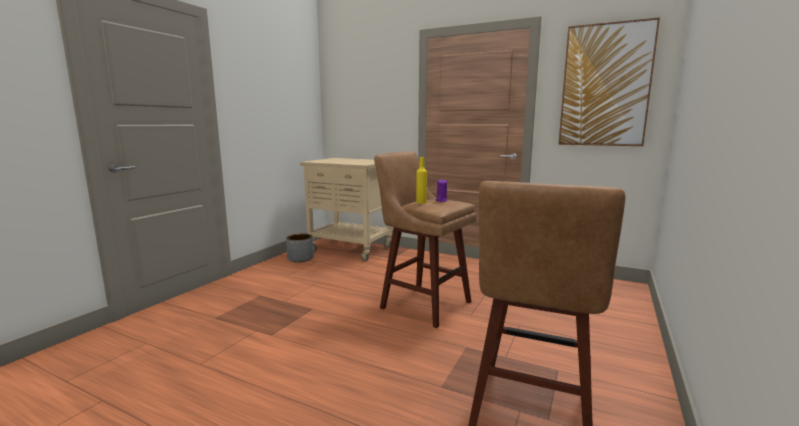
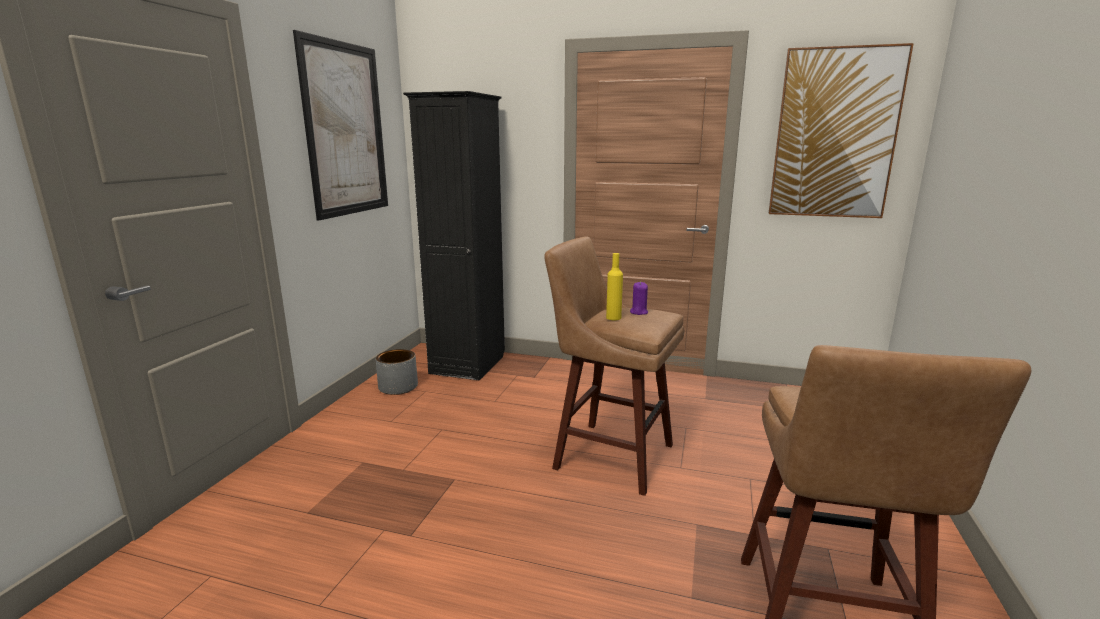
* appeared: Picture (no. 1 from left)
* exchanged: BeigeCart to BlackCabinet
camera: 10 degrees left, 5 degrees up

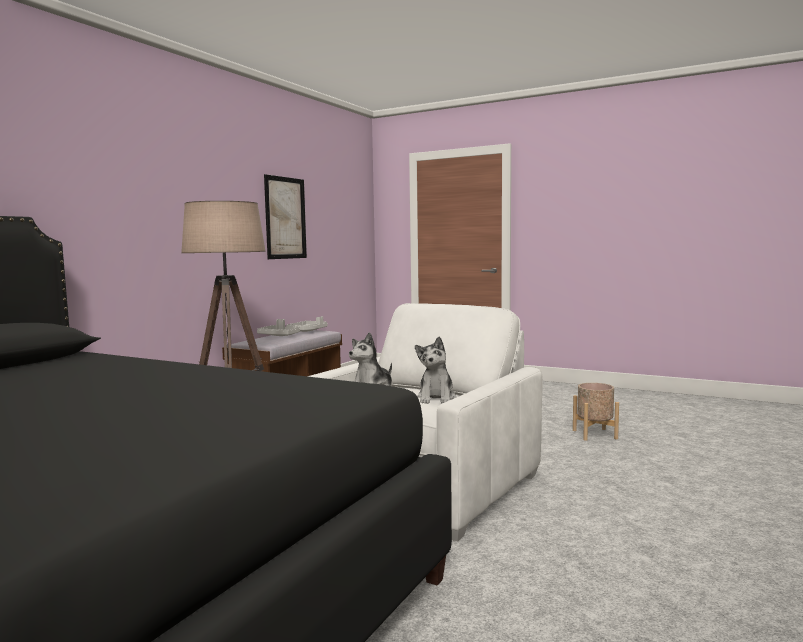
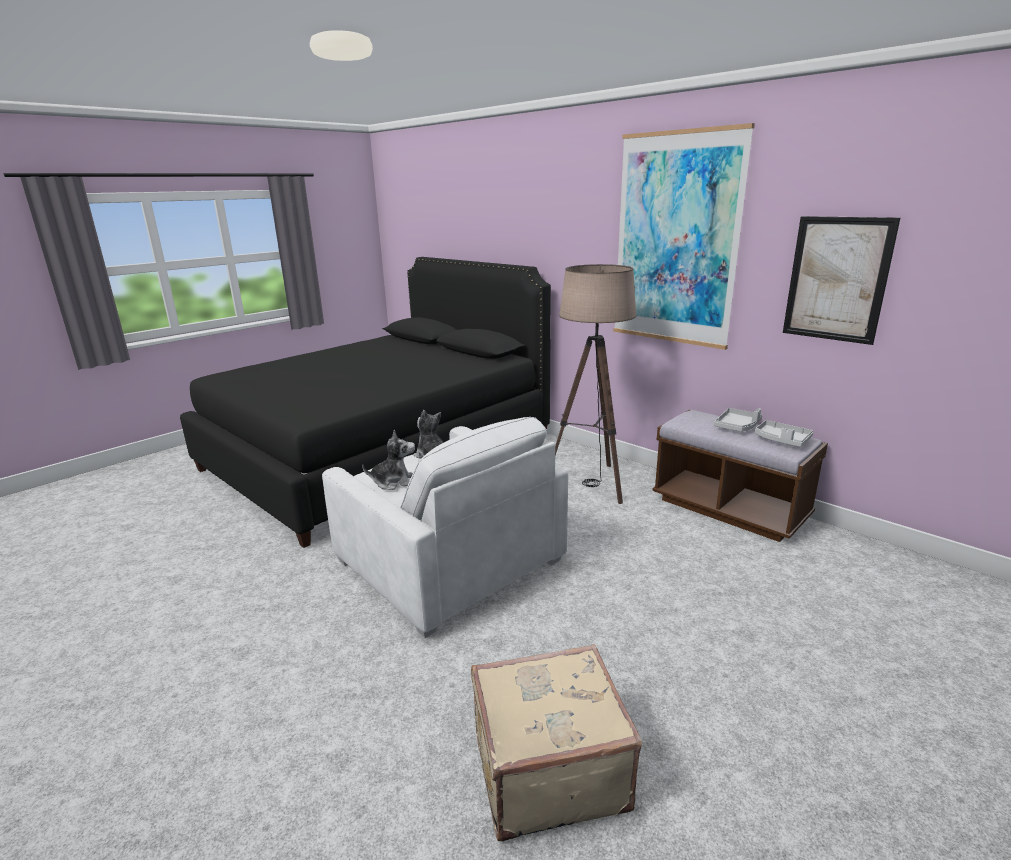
* spun: PlushToy (no. 2 from left in the first image) 150 degrees clockwise
* exchanged: BeigePlanter to BeigeSuitcase
* appeared: Picture (no. 1 from left)
camera: 105 degrees right, 15 degrees up

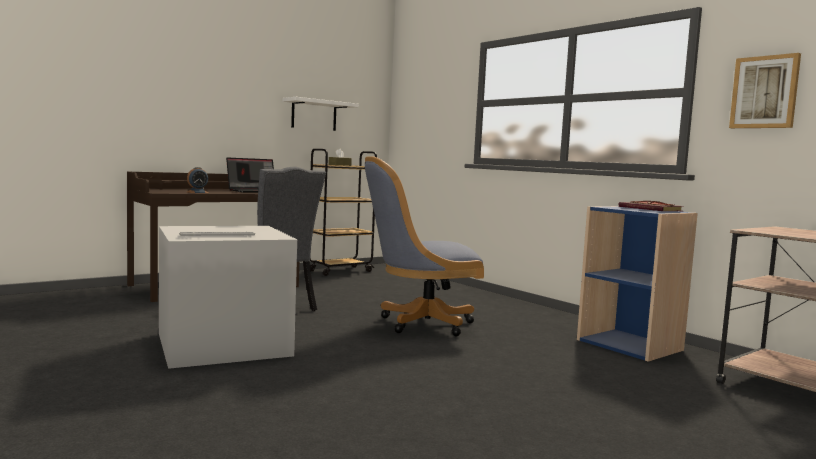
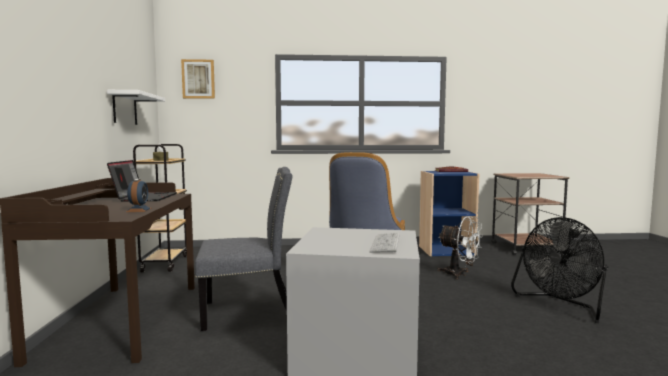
* relocated: Picture
* appeared: WhiteFan
* appeared: BlackFan
camera: 55 degrees left, 0 degrees up

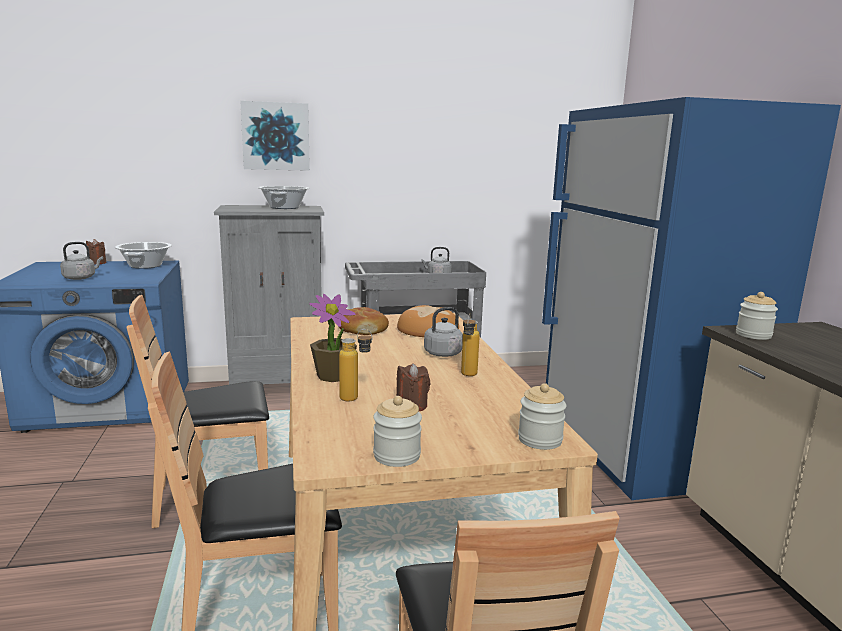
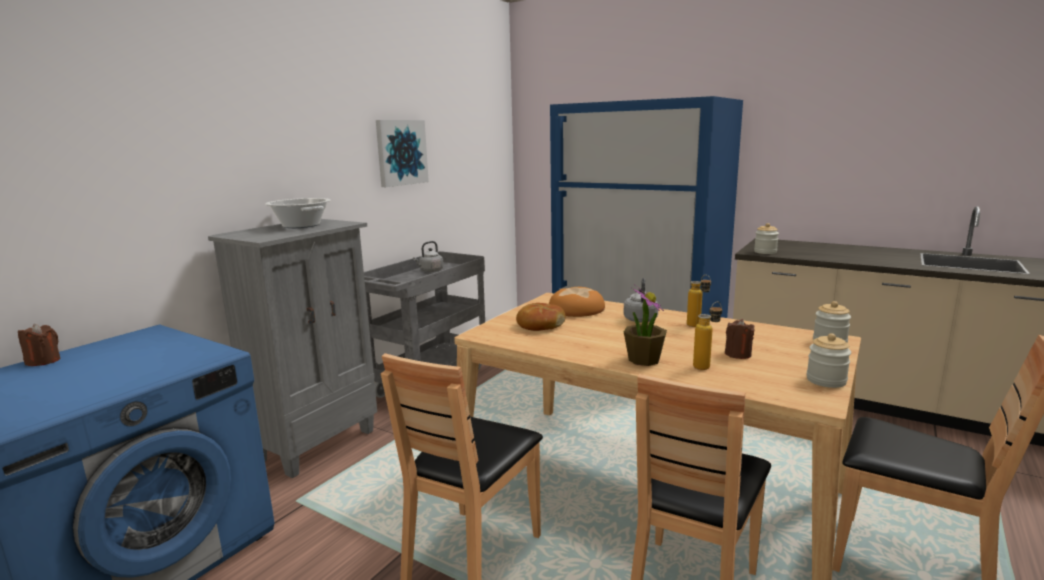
* relocated: Picture
* missing: GreyKettle (no. 1 from left)
* missing: CookingPot (no. 1 from left)
camera: 45 degrees left, 0 degrees up

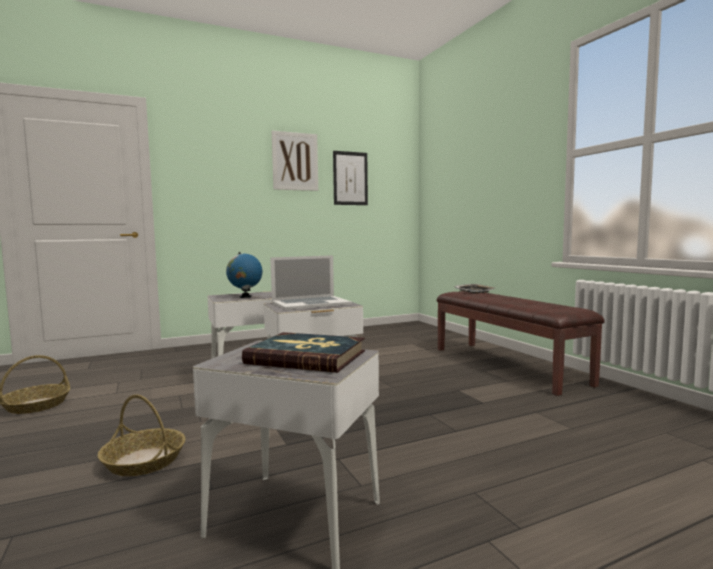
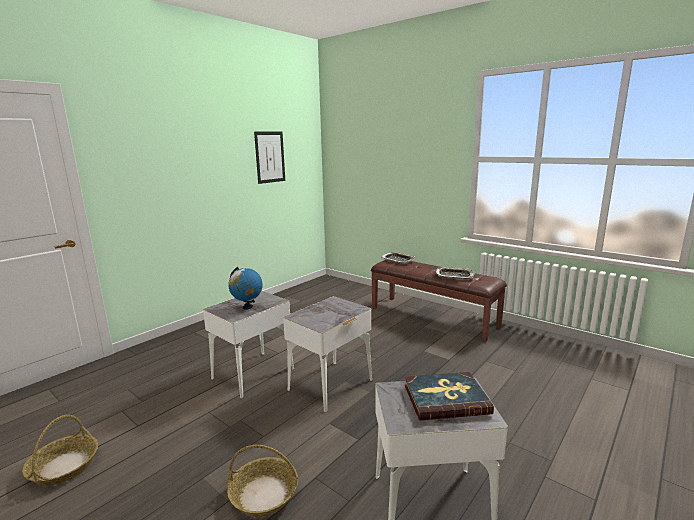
* appeared: Tray (no. 2 from left)
* missing: Laptop
* missing: Picture (no. 1 from left)
camera: 25 degrees left, 10 degrees up

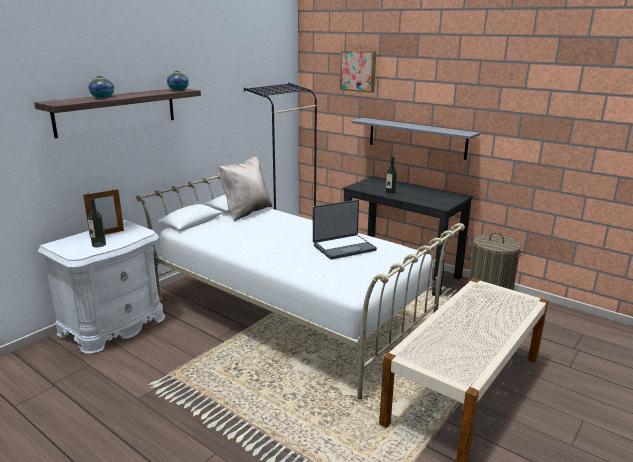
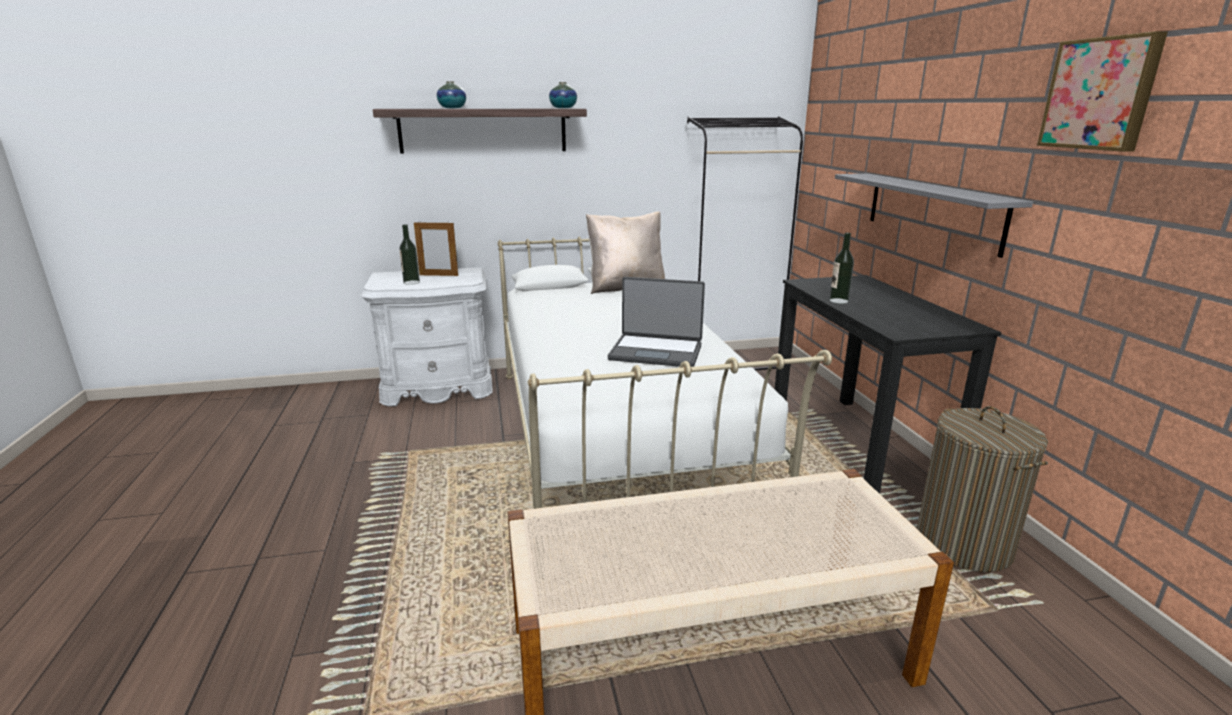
* relocated: Picture
camera: 40 degrees right, 0 degrees up

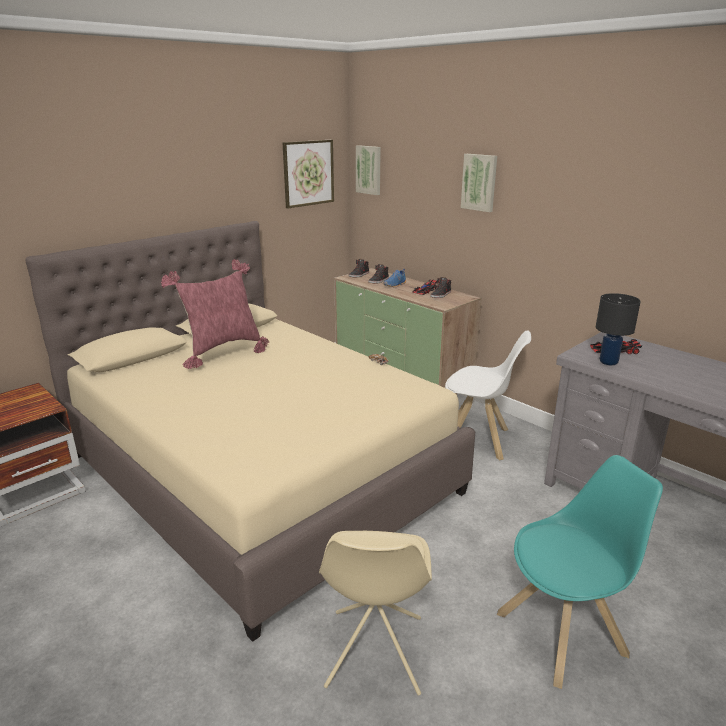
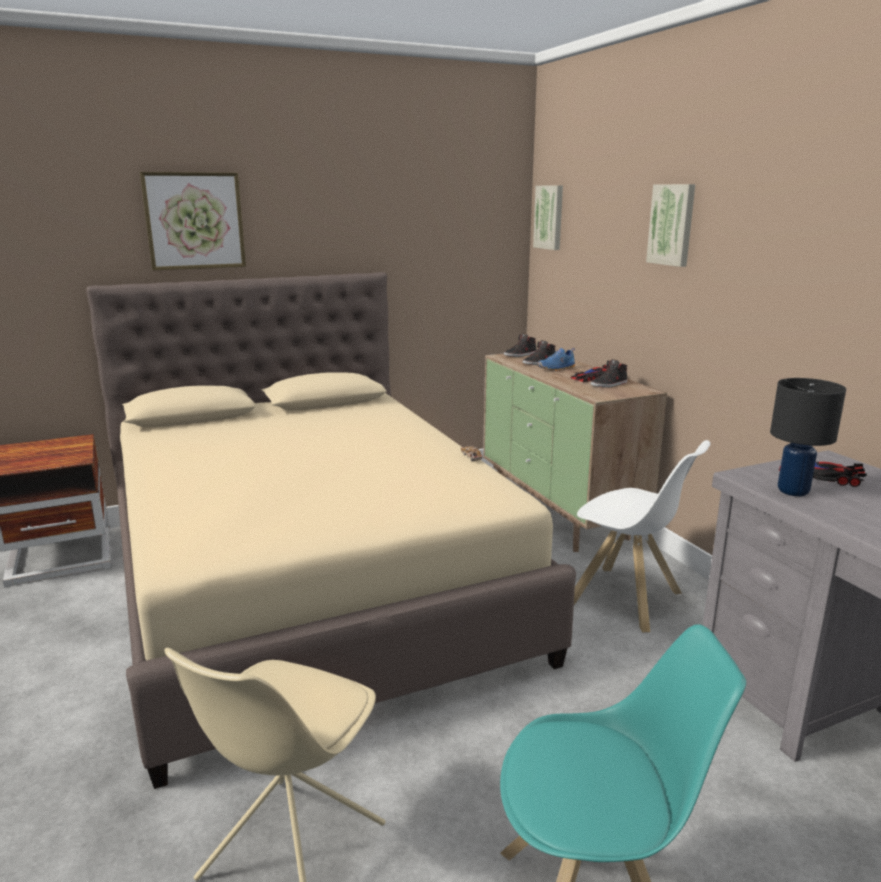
* relocated: Picture (no. 1 from left)
* missing: RedPillow
camera: 20 degrees right, 5 degrees down

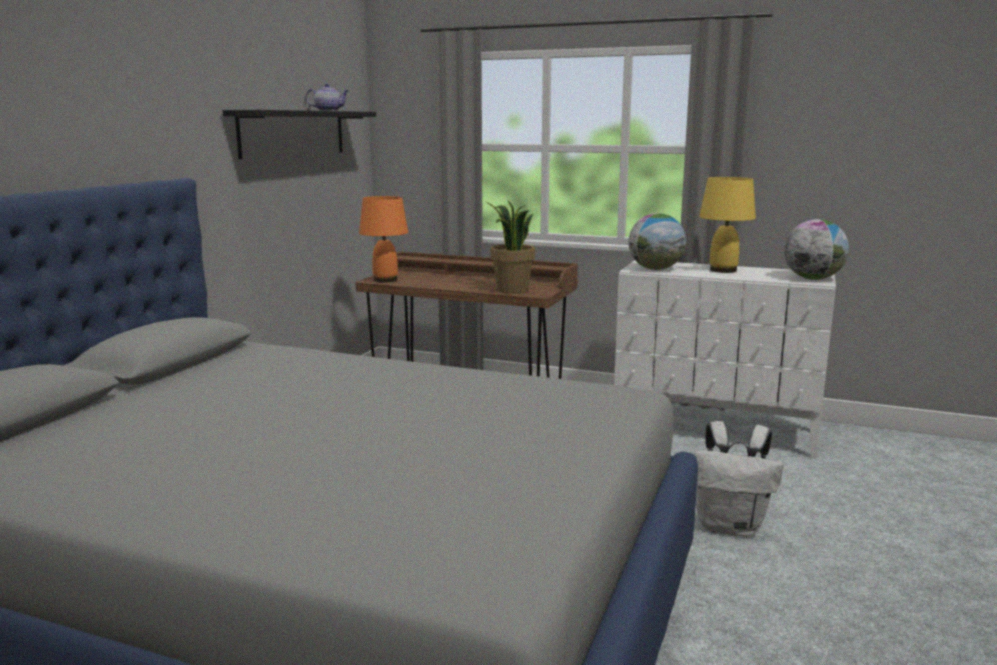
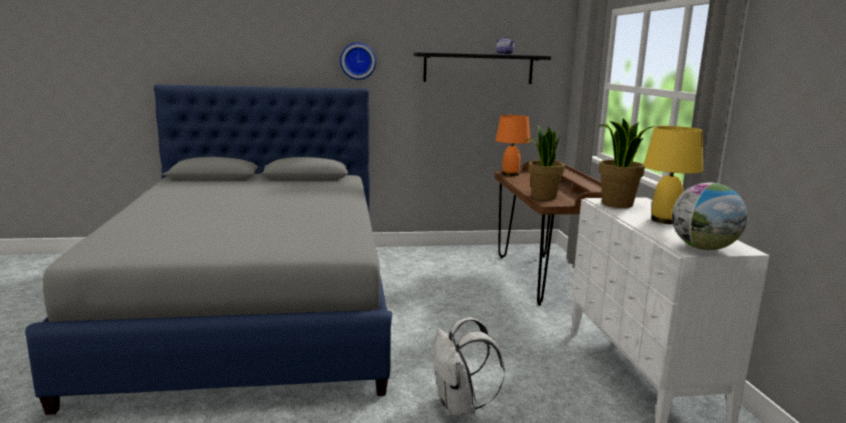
* appeared: WallClock
* exchanged: Globe (no. 1 from left) to PottedPlant (no. 2 from left)
camera: 60 degrees right, 0 degrees up

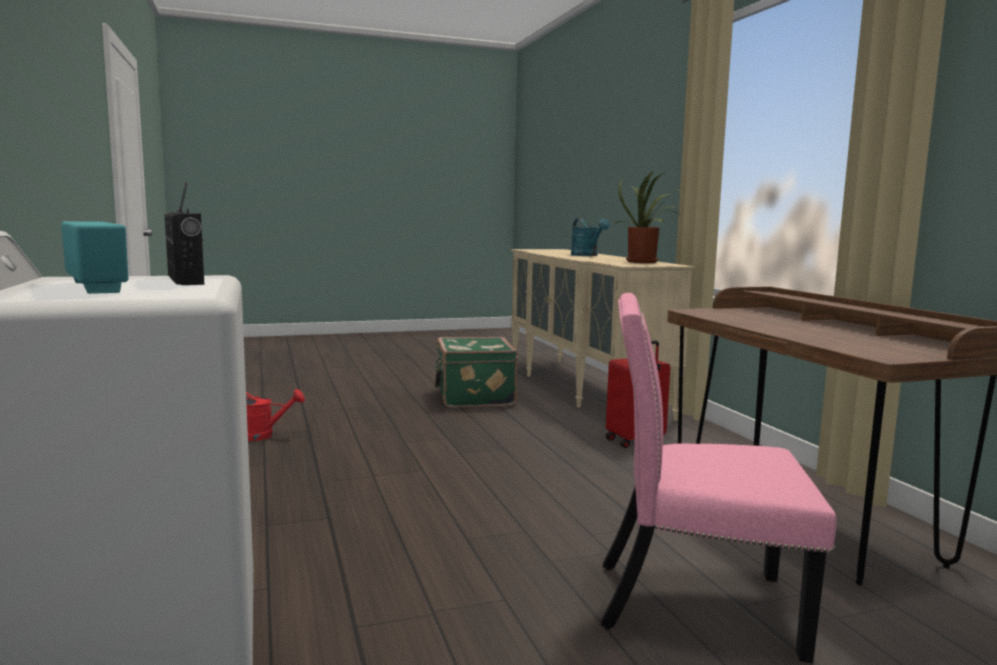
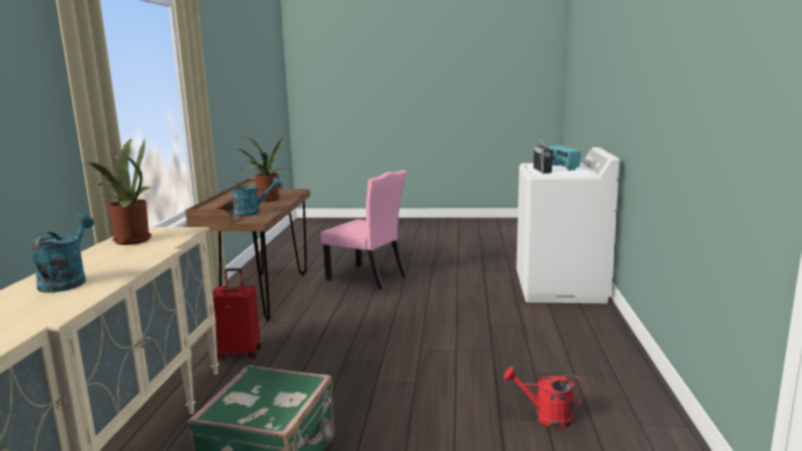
* appeared: TurquoiseWateringCan (no. 2 from left)
* appeared: PottedPlant (no. 2 from left)
camera: 155 degrees left, 5 degrees up

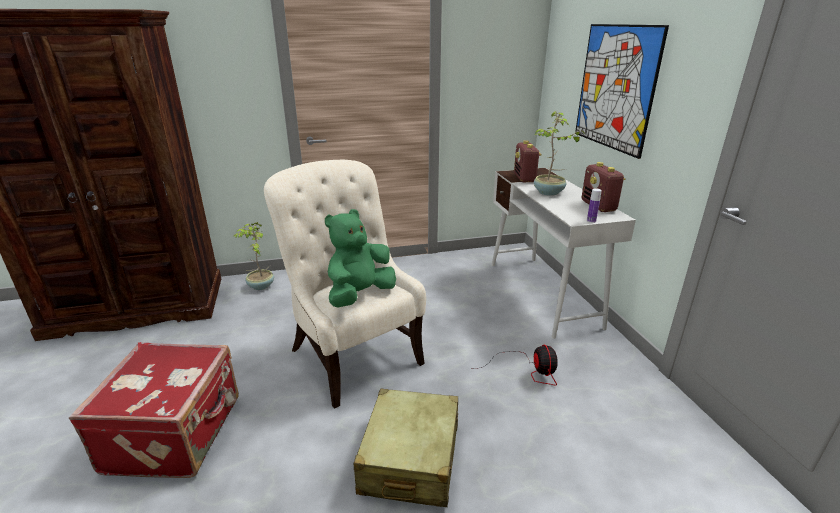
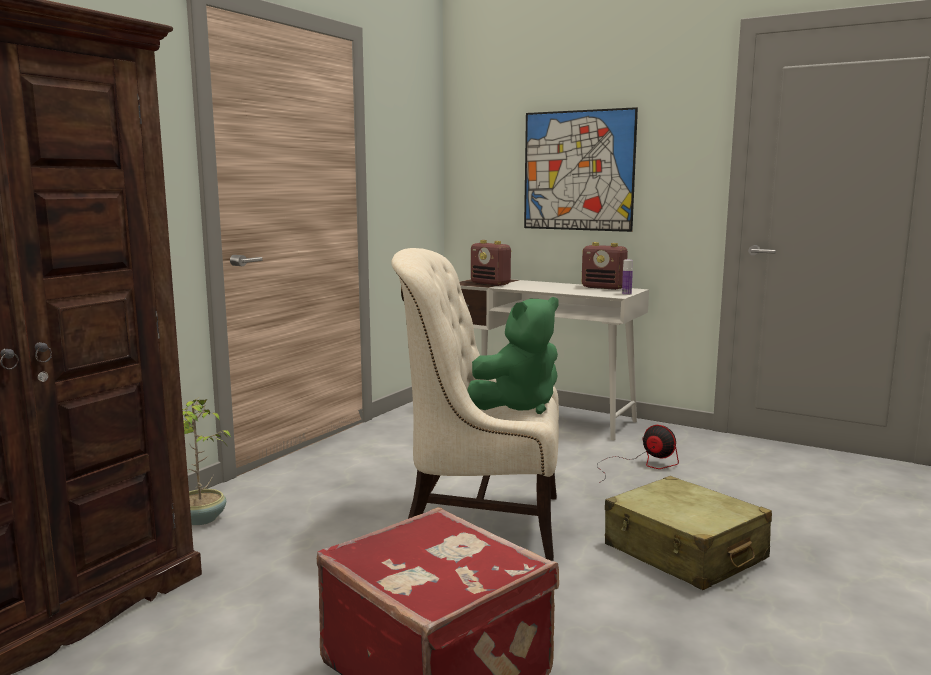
* spun: GreenPlushToy 120 degrees counterclockwise
* missing: PottedPlant (no. 2 from left)
camera: 45 degrees left, 15 degrees down

